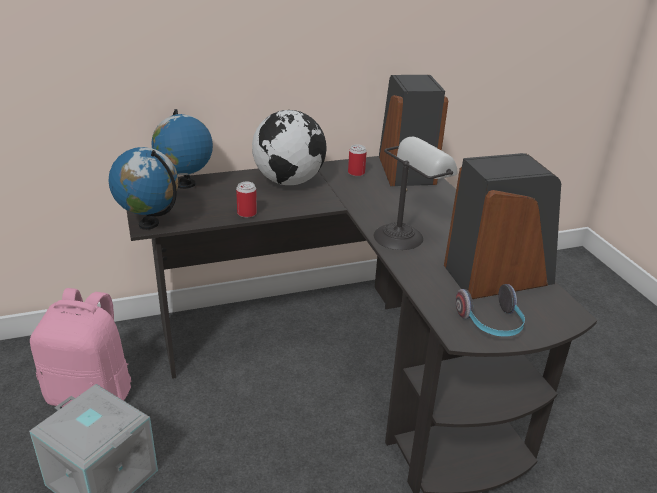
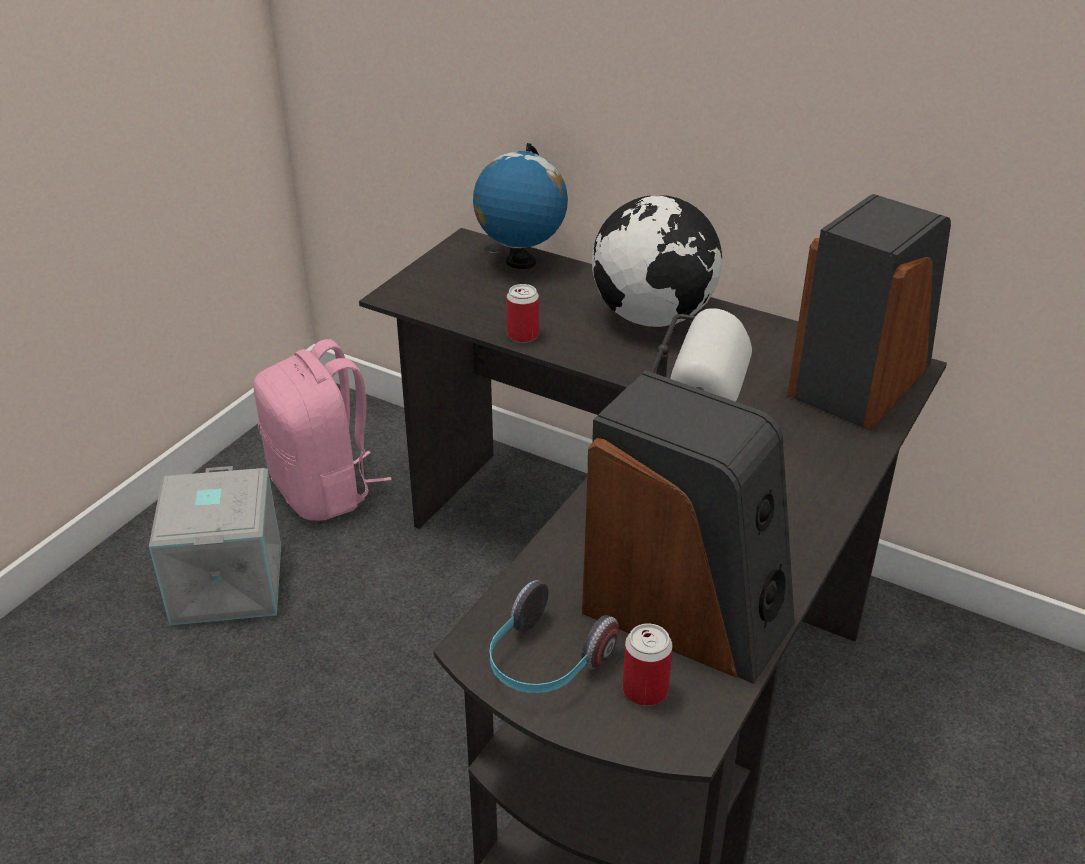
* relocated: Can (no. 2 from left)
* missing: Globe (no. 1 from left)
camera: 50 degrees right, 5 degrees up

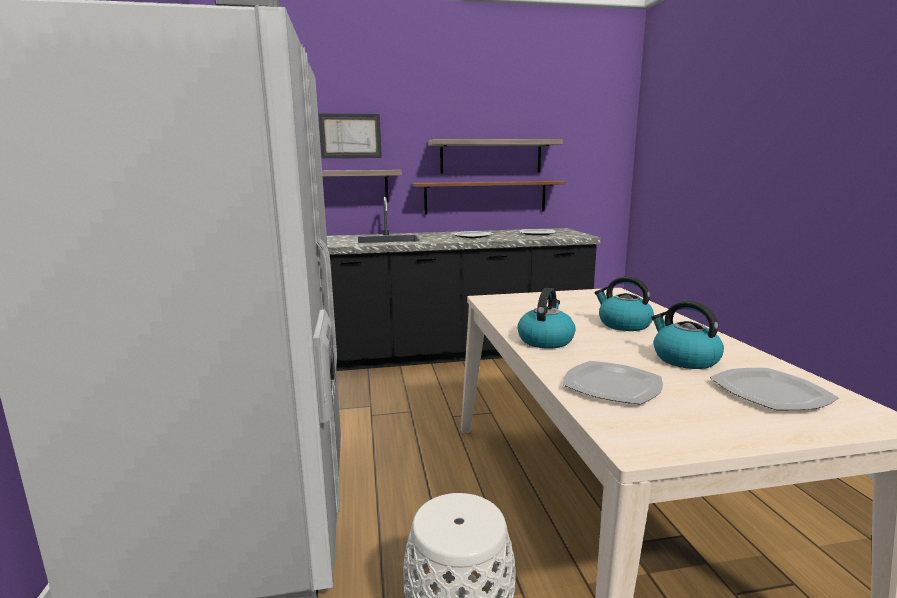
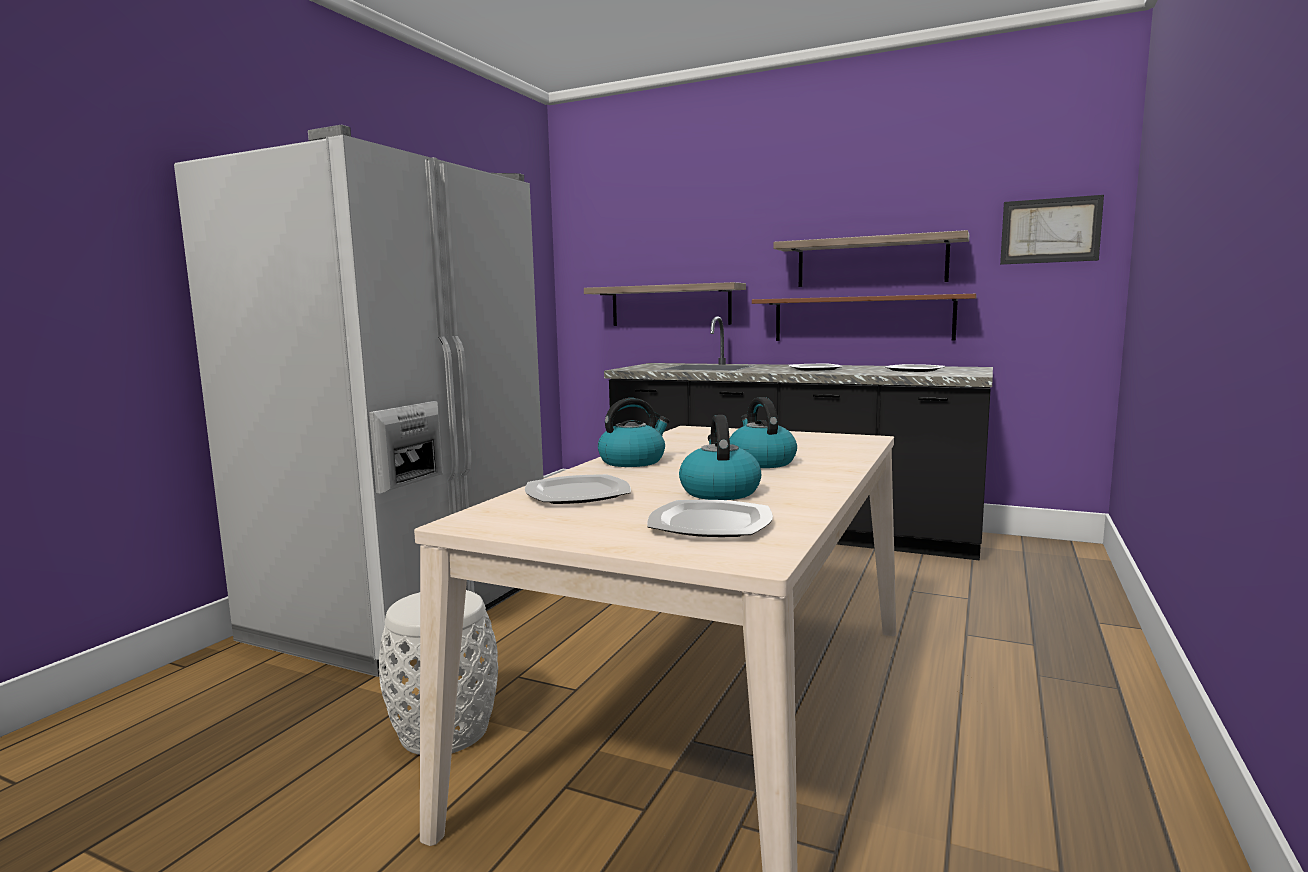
* relocated: Picture
camera: 35 degrees right, 5 degrees down

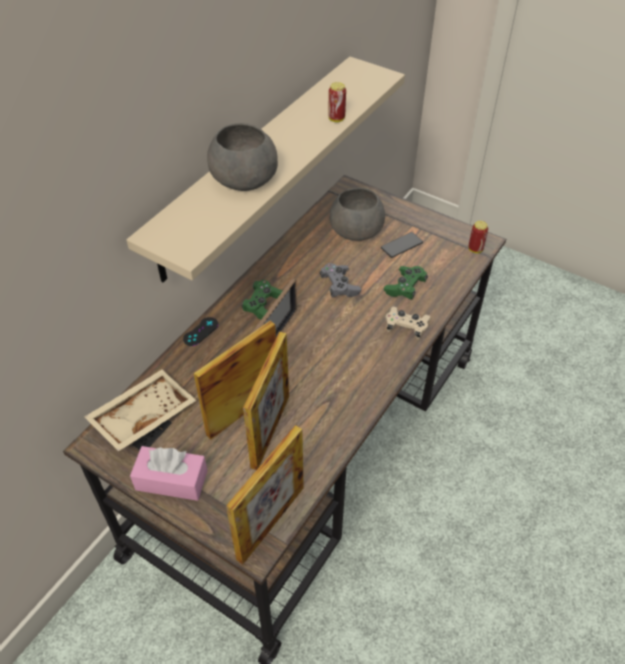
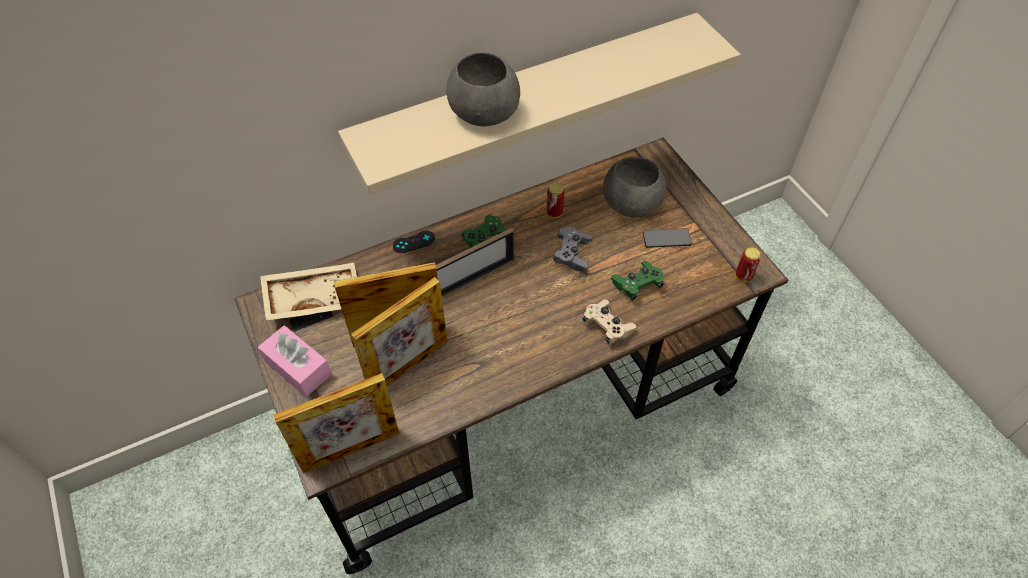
* relocated: Can (no. 1 from left)
camera: 30 degrees right, 5 degrees up

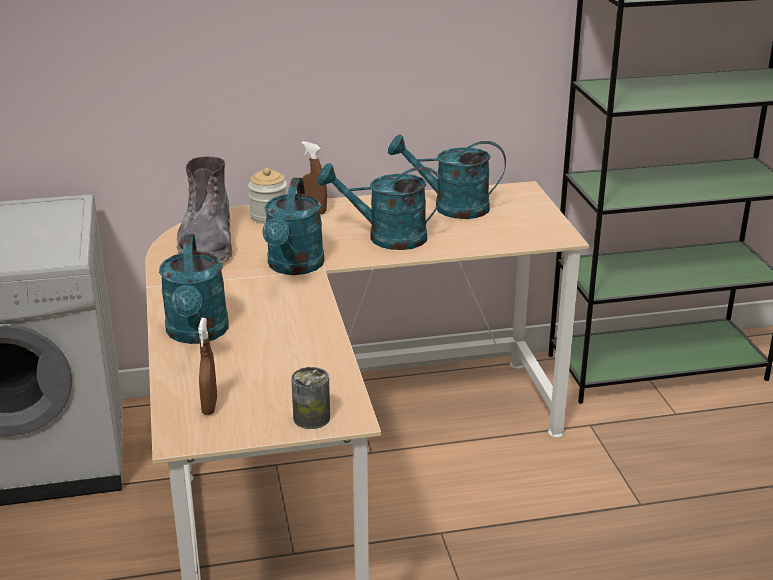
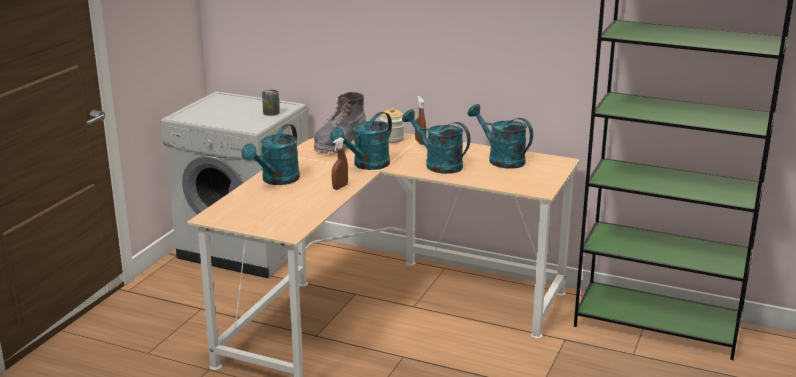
* relocated: Can
* relocated: BrownSprayBottle (no. 1 from left)
camera: 35 degrees right, 5 degrees down

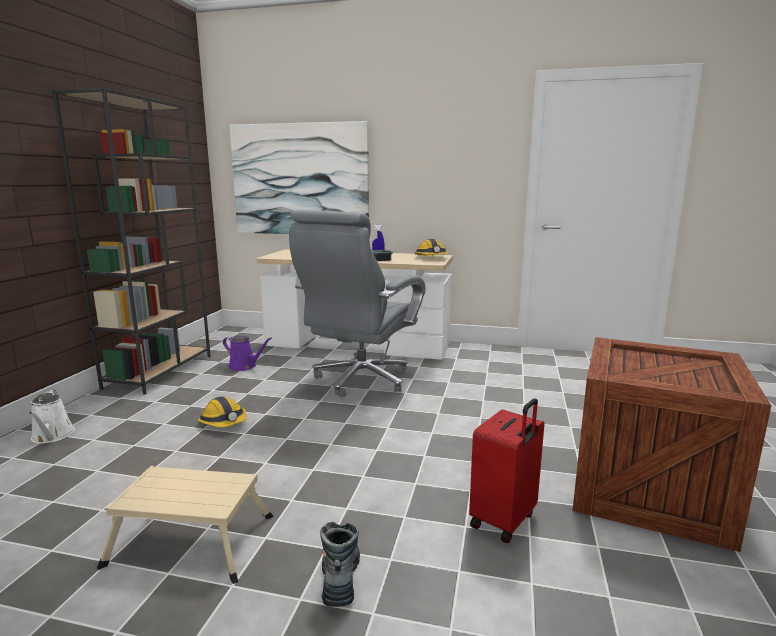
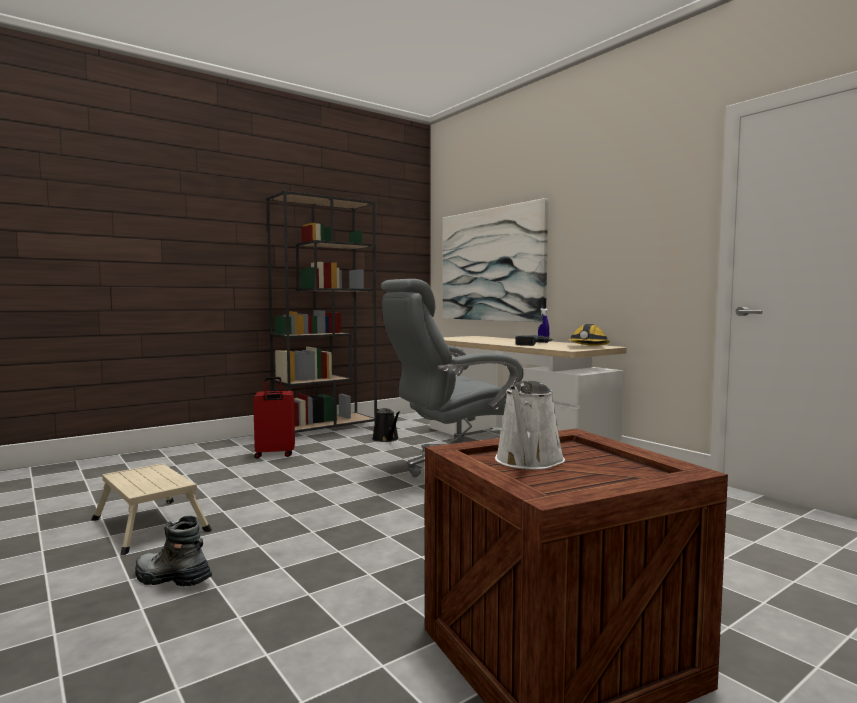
* spun: Boot 105 degrees counterclockwise
* relocated: RedSuitcase
* colour: PurpleWateringCan to BlackWateringCan
* relocated: WhiteWateringCan
* missing: HardHat (no. 1 from left)
camera: 40 degrees right, 10 degrees down

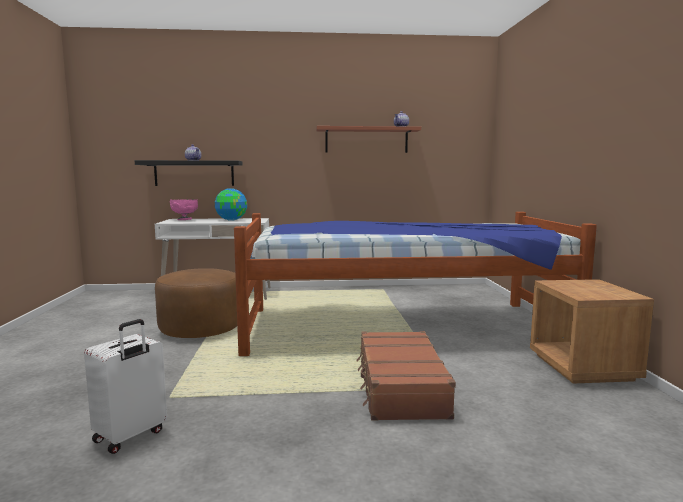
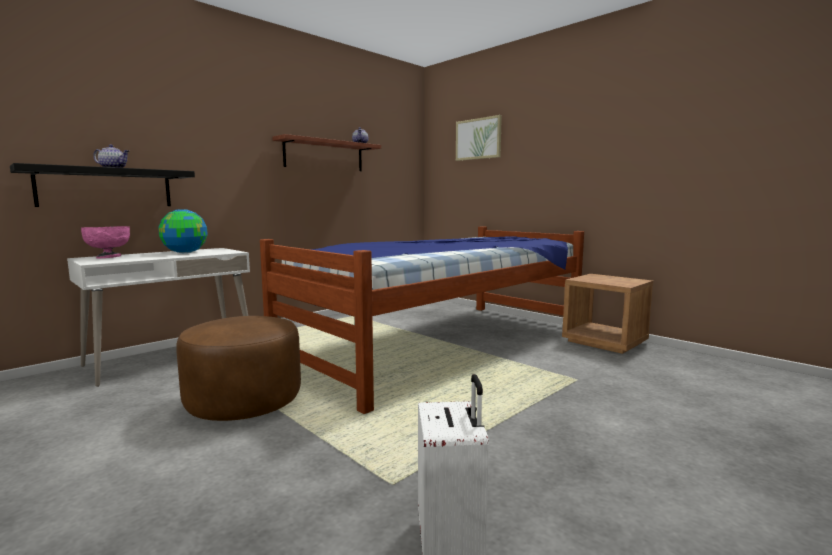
* appeared: Picture
* missing: BrownSuitcase
camera: 40 degrees left, 0 degrees up

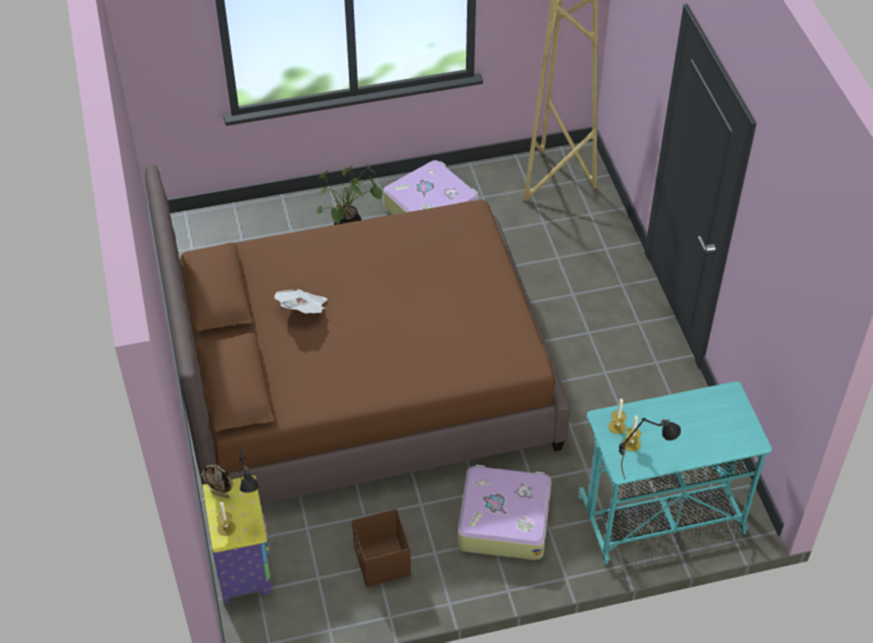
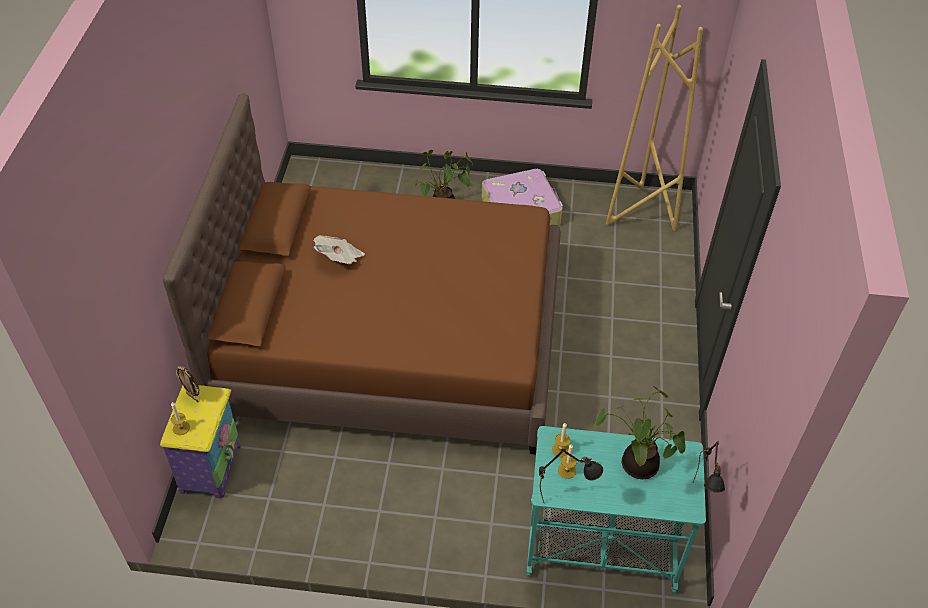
* appeared: PottedPlant (no. 2 from left)
* relocated: BlackTableLamp (no. 1 from left in the first image) to BlackTableLamp (no. 2 from left)
* missing: BrownStorageBox
* missing: Suitcase (no. 2 from left)
camera: 20 degrees right, 0 degrees up

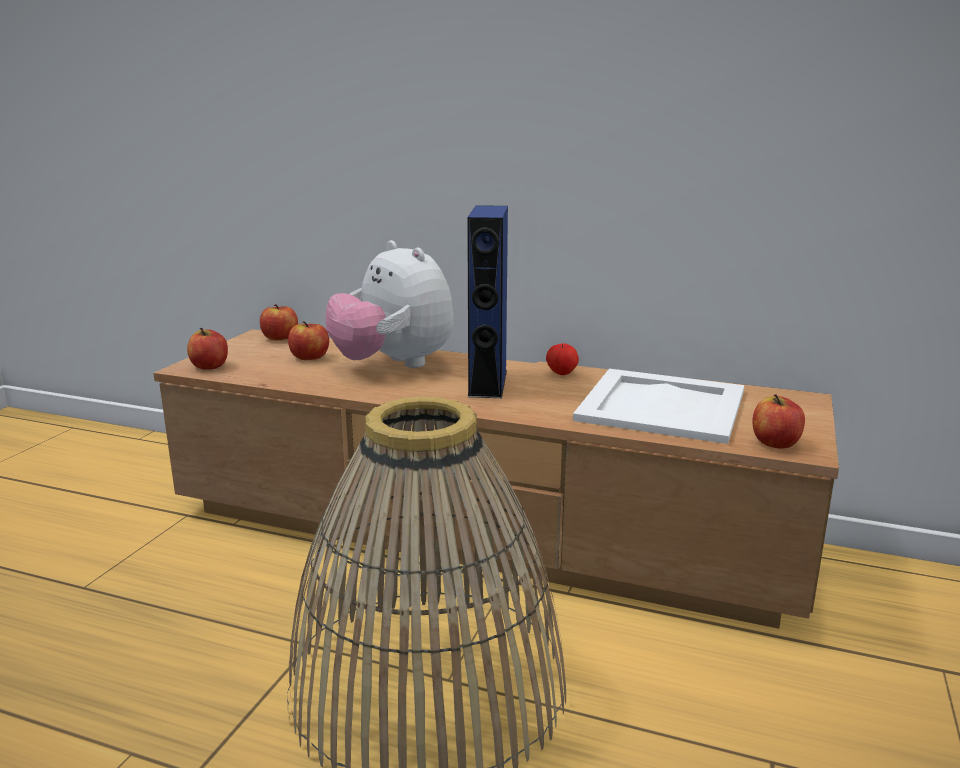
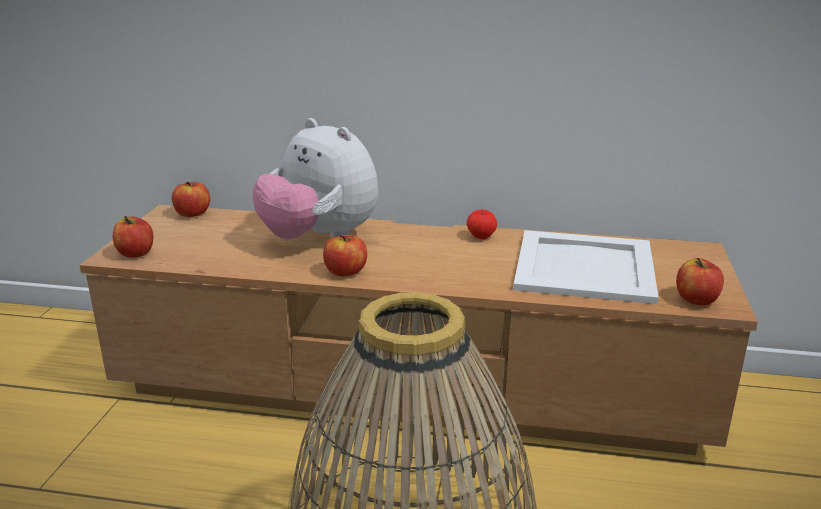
* relocated: Apple (no. 3 from left)
* missing: BlueSpeaker
camera: 10 degrees left, 5 degrees up

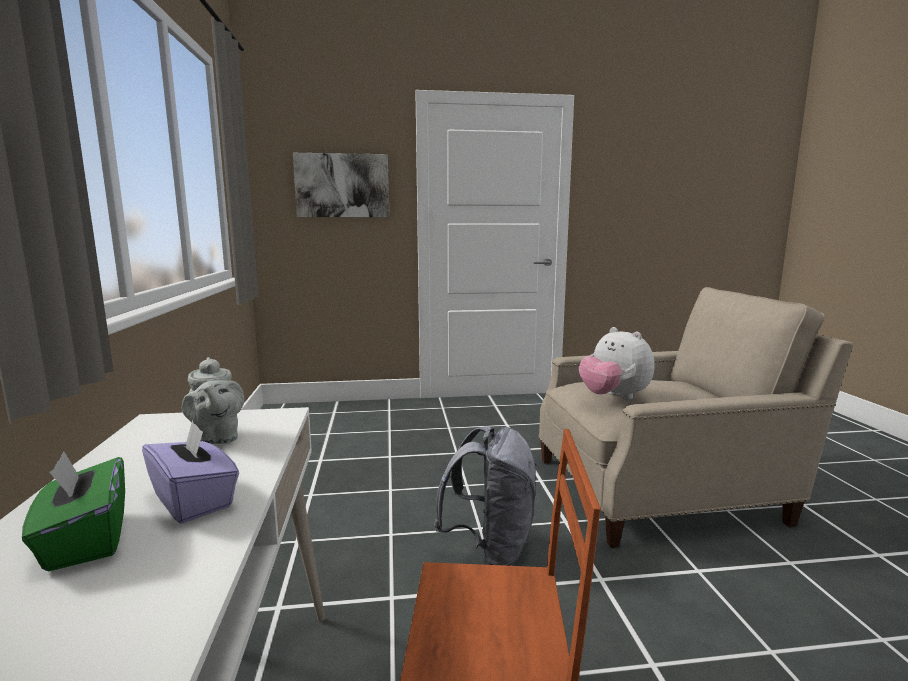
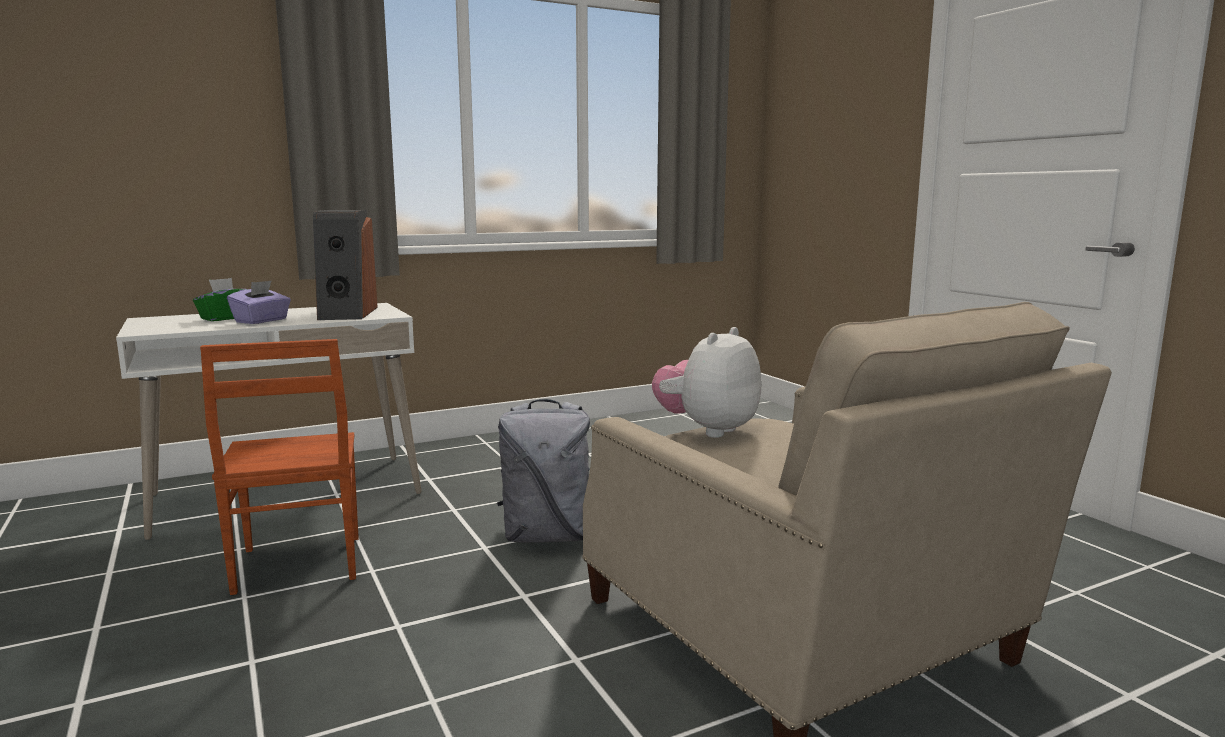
* exchanged: GreyTeapot to Speaker
* missing: Picture
camera: 70 degrees right, 0 degrees up

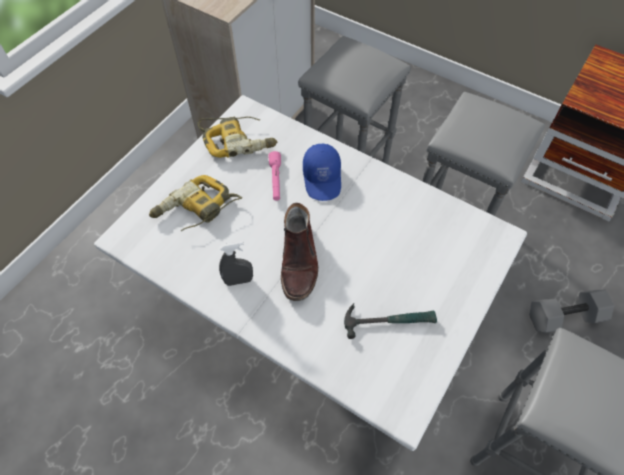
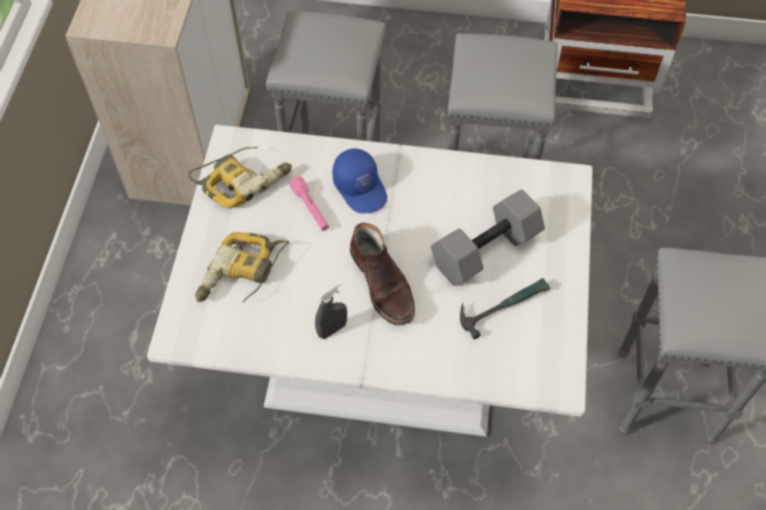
* relocated: GreyDumbbell
camera: 25 degrees left, 0 degrees up

